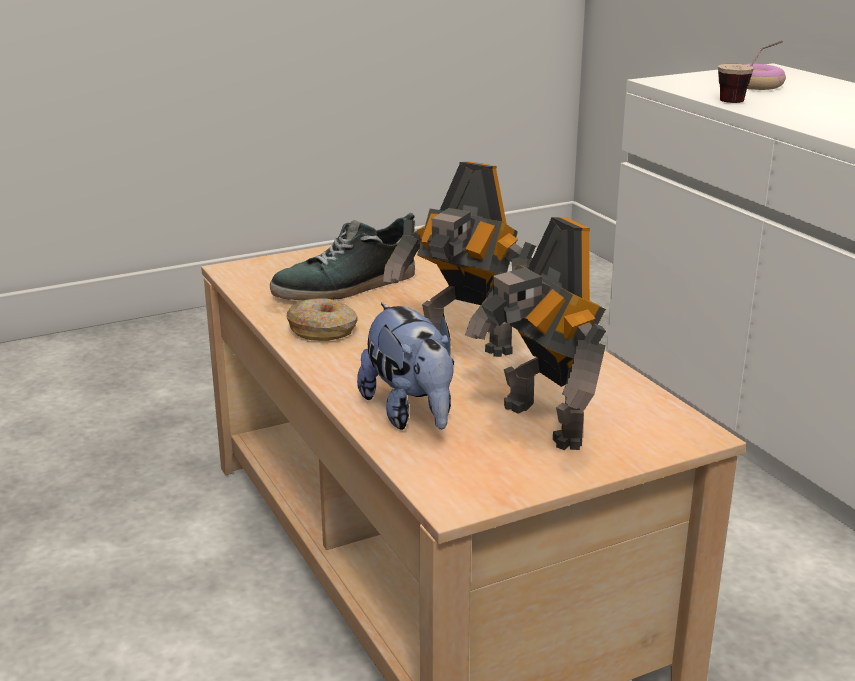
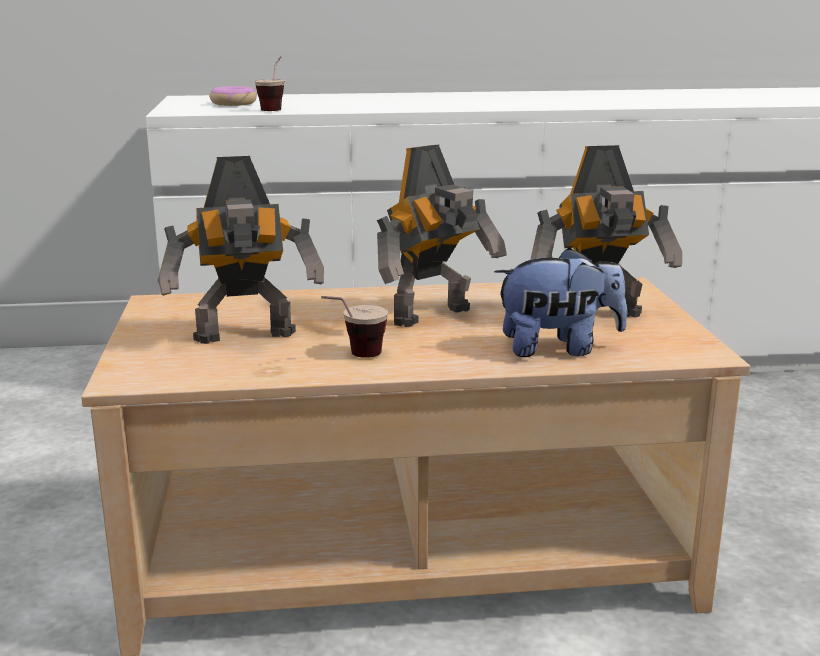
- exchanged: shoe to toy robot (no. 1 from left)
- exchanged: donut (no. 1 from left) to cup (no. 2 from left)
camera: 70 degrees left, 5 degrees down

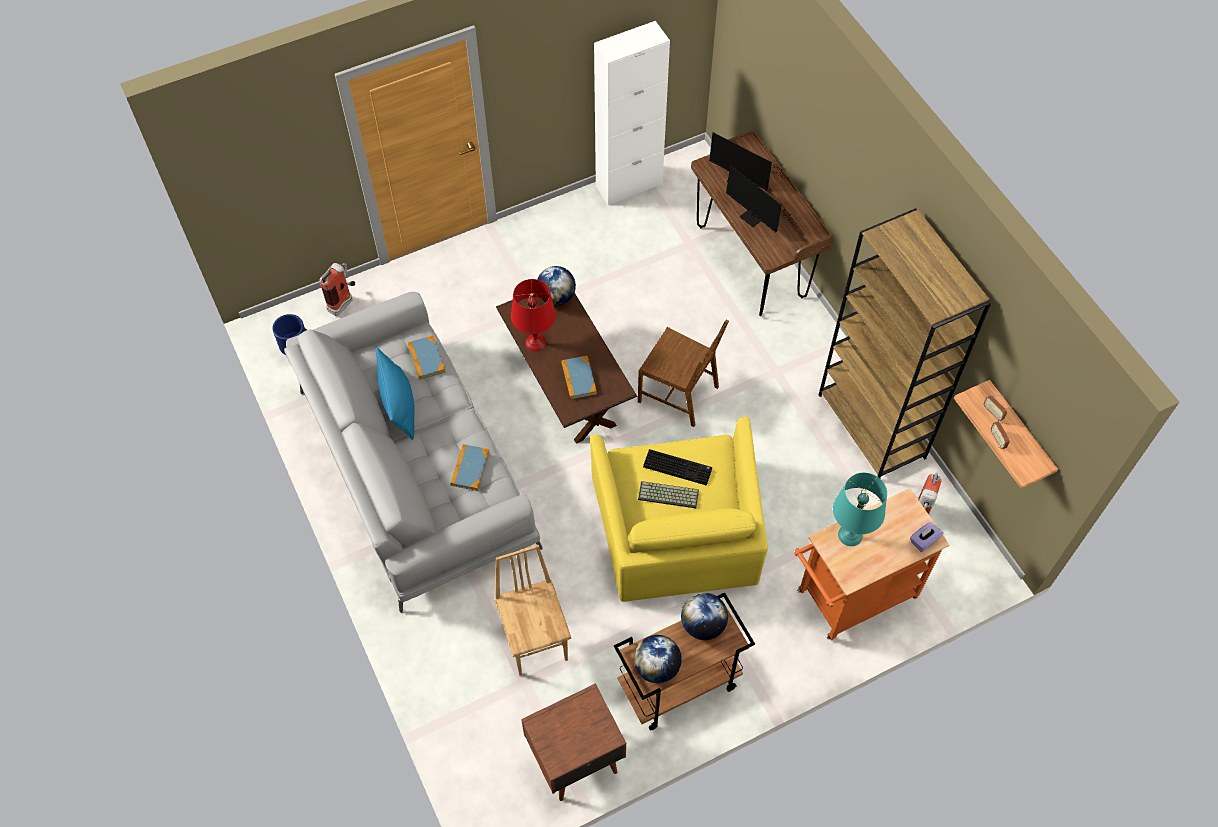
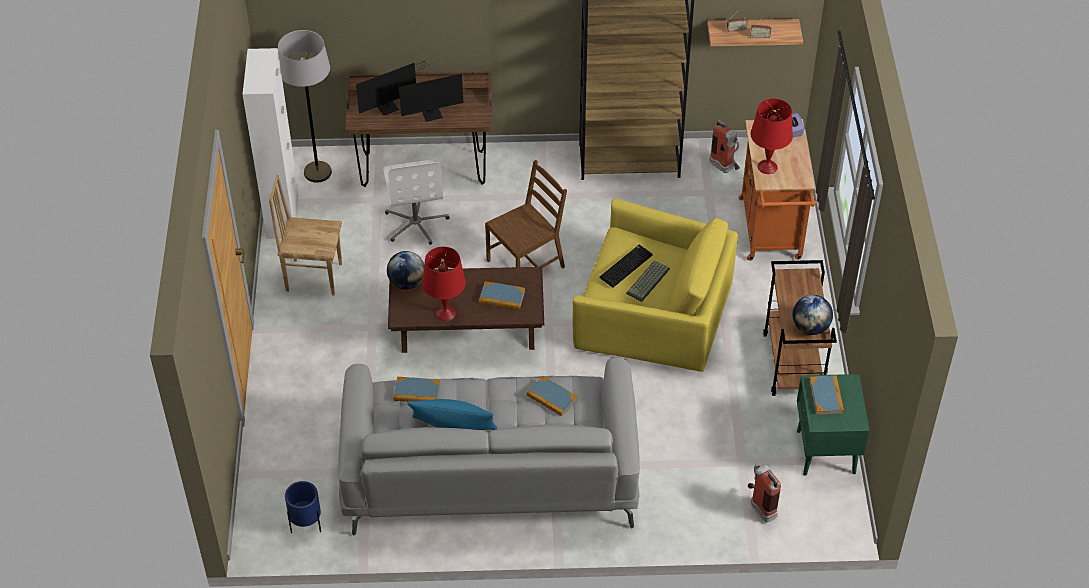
- relocated: fire extinguisher (no. 1 from left in the first image) to fire extinguisher (no. 2 from left)
- relocated: brown chair (no. 1 from left)
- colour: brown nightstand to green nightstand
- missing: globe (no. 3 from left)
- colour: turquoise table lamp to red table lamp (no. 2 from left)
- appeared: grey floor lamp
- appeared: white office chair
- appeared: book (no. 4 from left)
camera: 65 degrees left, 10 degrees down

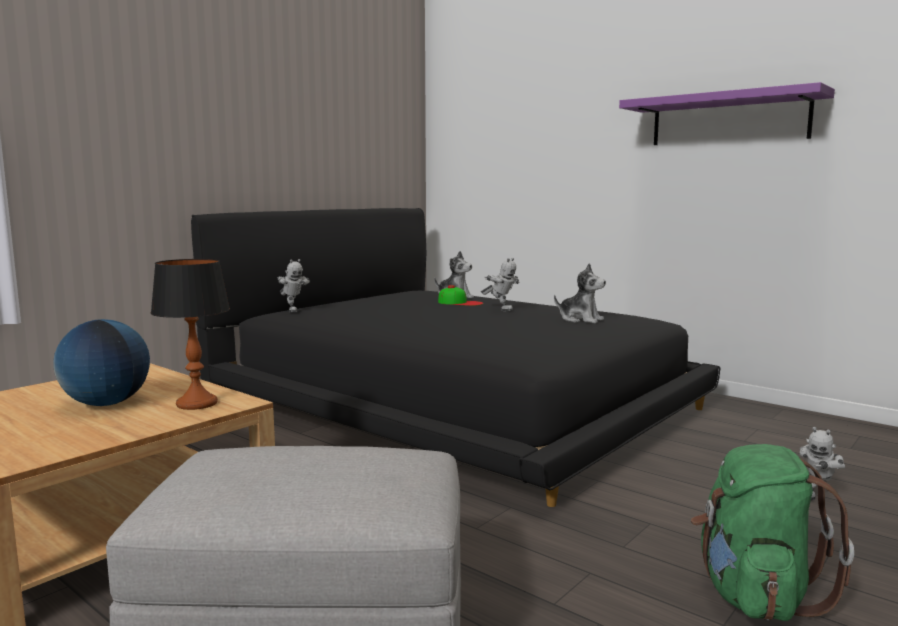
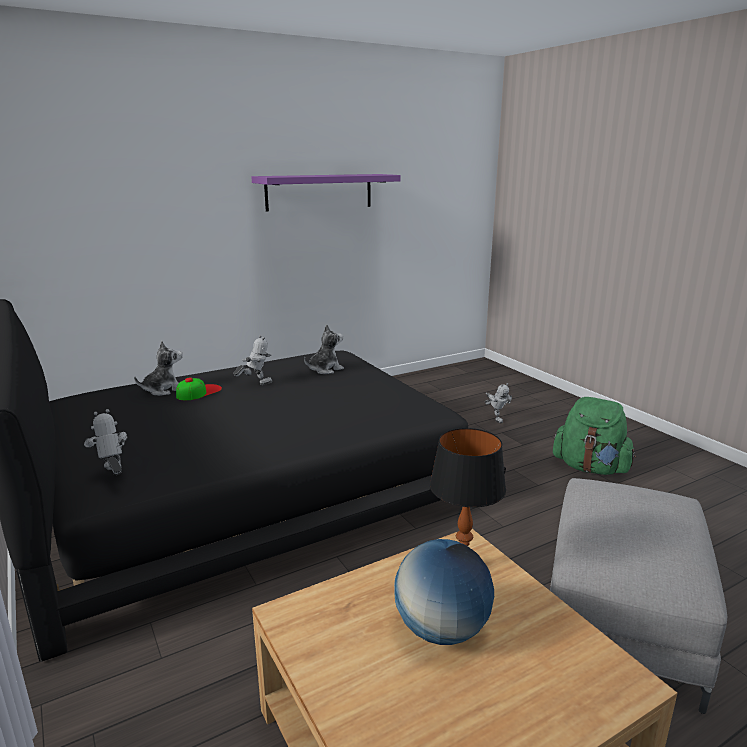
- spun: toy robot (no. 1 from left) 105 degrees counterclockwise
camera: 70 degrees left, 10 degrees up

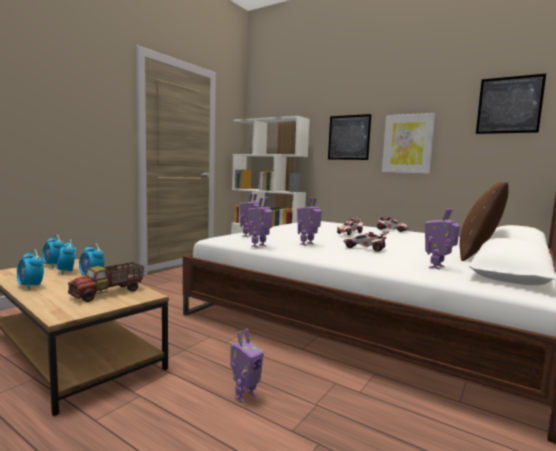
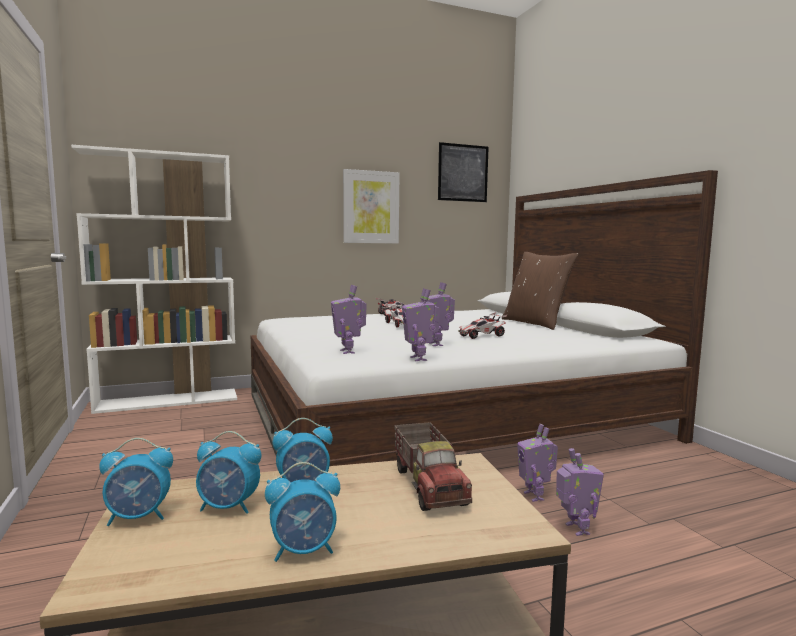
- missing: picture (no. 1 from left)
- relocated: toy robot (no. 5 from left in the first image) to toy robot (no. 4 from left)
camera: 55 degrees left, 0 degrees up

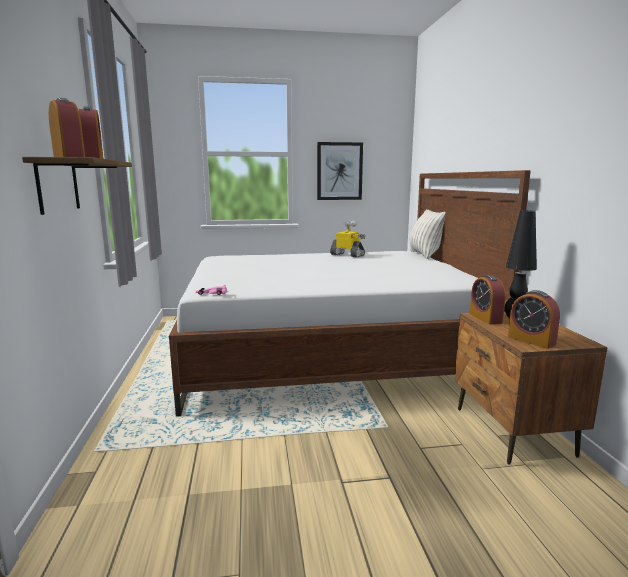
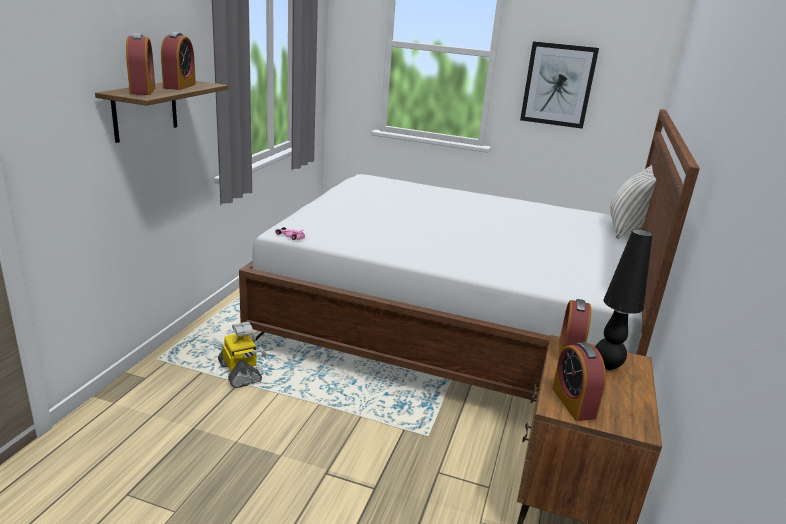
- relocated: toy robot
camera: 25 degrees right, 10 degrees up

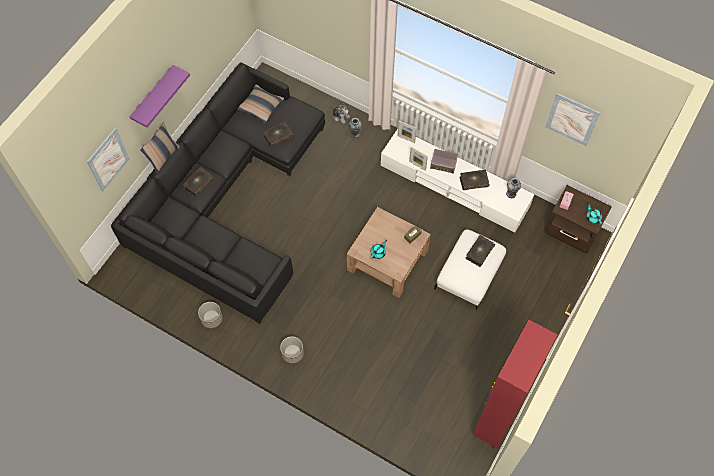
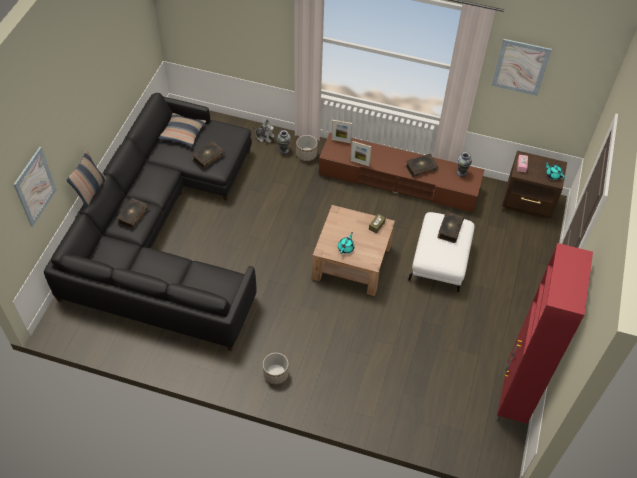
- missing: purple shelf
- relocated: planter (no. 1 from left in the first image) to planter (no. 2 from left)
- colour: white tv stand to brown tv stand
- missing: radio
camera: 15 degrees left, 10 degrees down

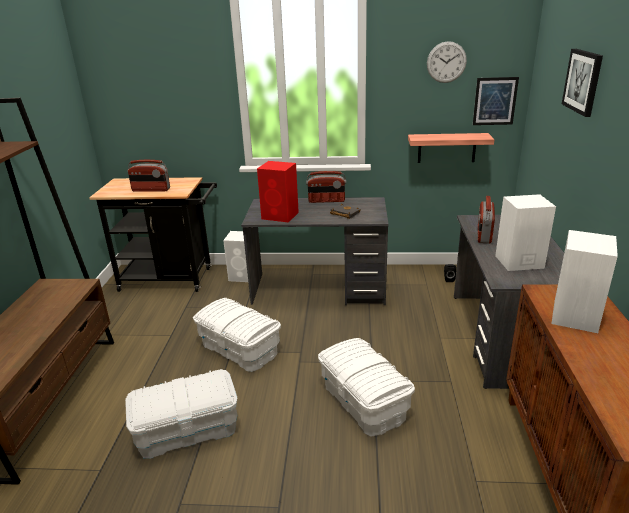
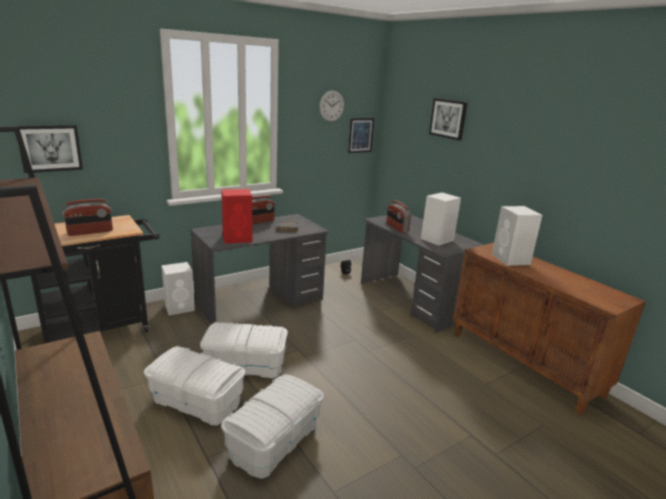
- relocated: white storage box (no. 3 from left in the first image) to white storage box (no. 1 from left)
- missing: shelf
- appeared: picture (no. 1 from left)
camera: 40 degrees left, 5 degrees down

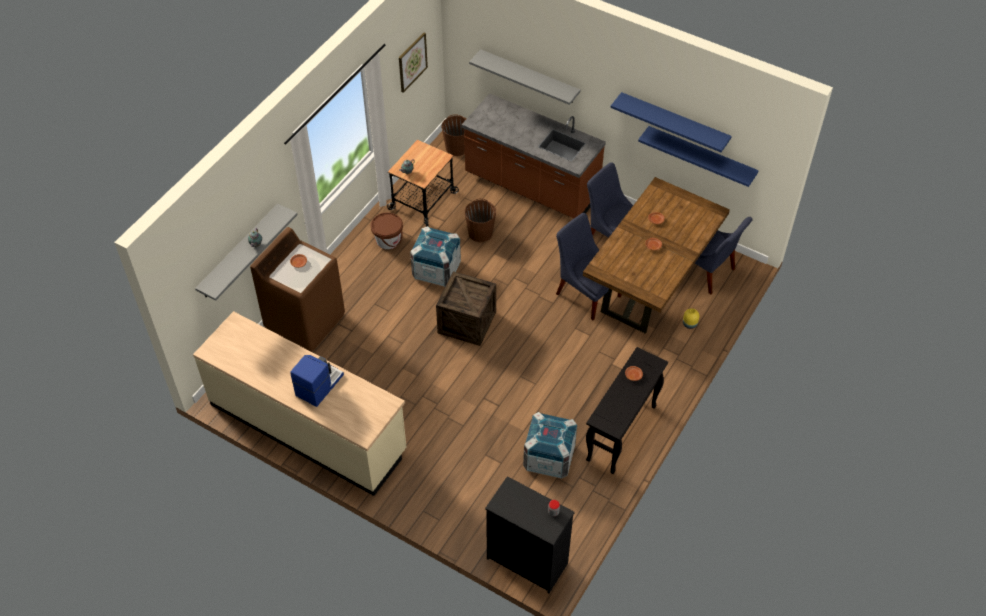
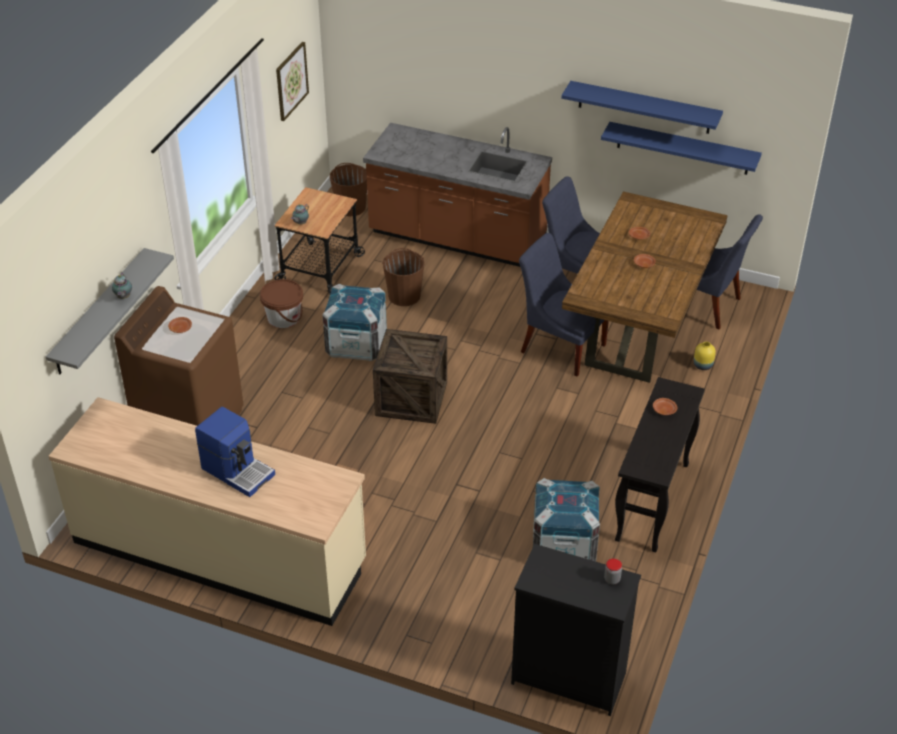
- spun: coffee machine 105 degrees clockwise
- missing: grey shelf (no. 2 from left)
camera: 10 degrees left, 10 degrees down

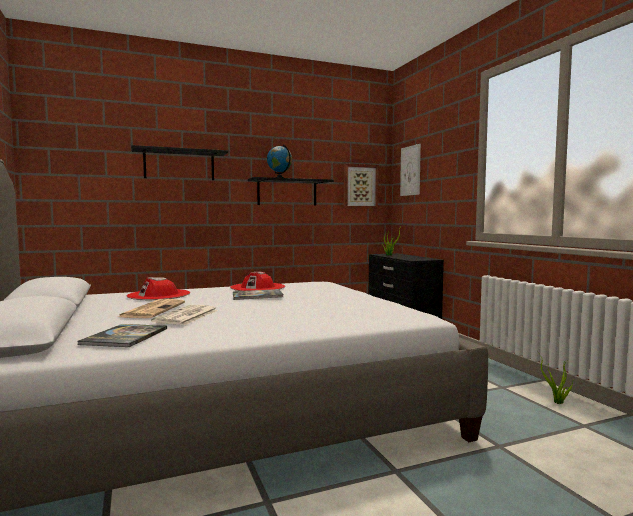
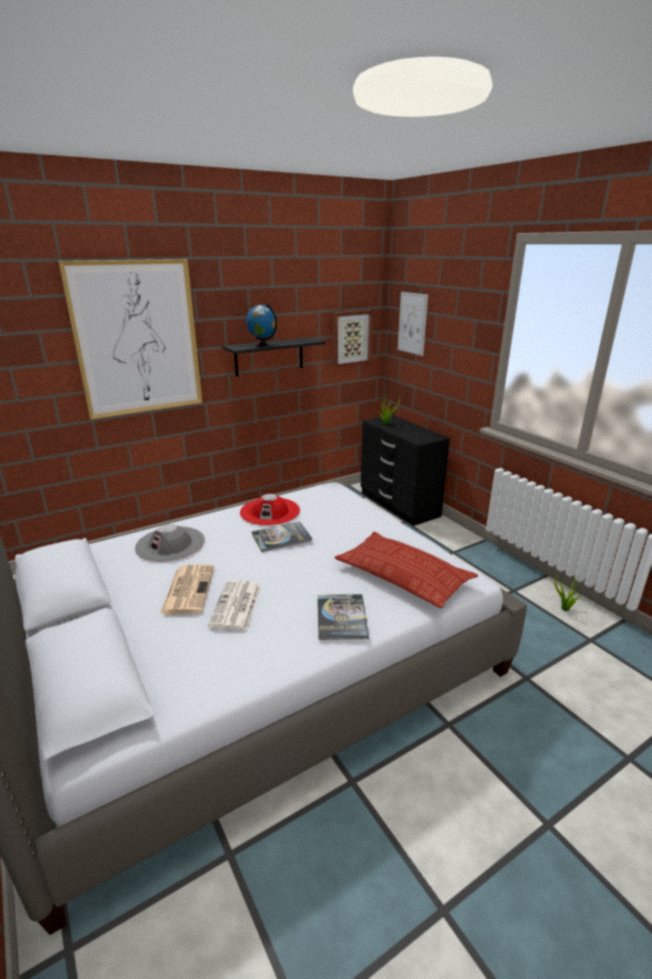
- relocated: book (no. 1 from left in the first image) to book (no. 2 from left)
- colour: red hat (no. 1 from left) to grey hat
- exchanged: black shelf (no. 1 from left) to picture (no. 1 from left)
- appeared: pillow
camera: 10 degrees left, 20 degrees up

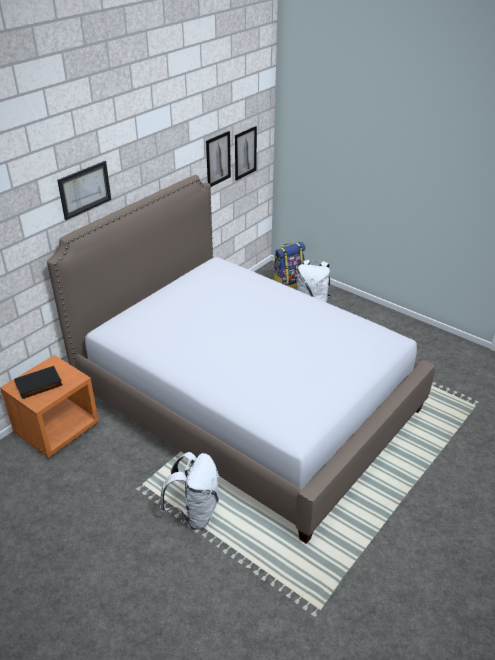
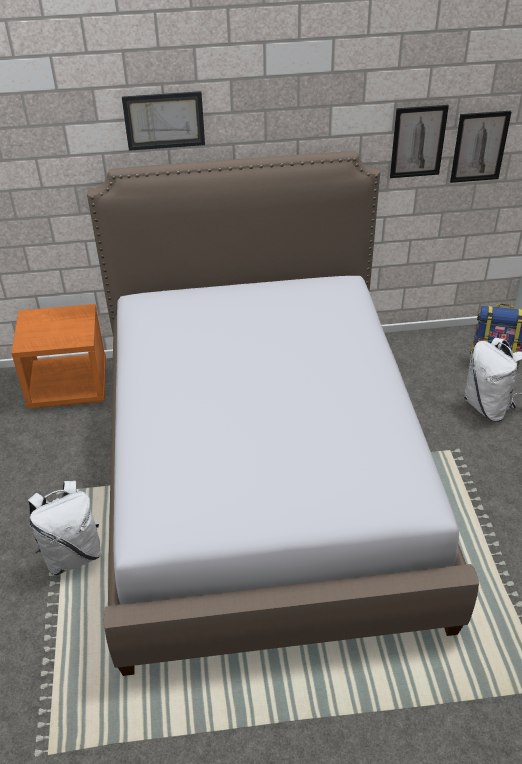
- missing: black book
camera: 45 degrees right, 5 degrees up

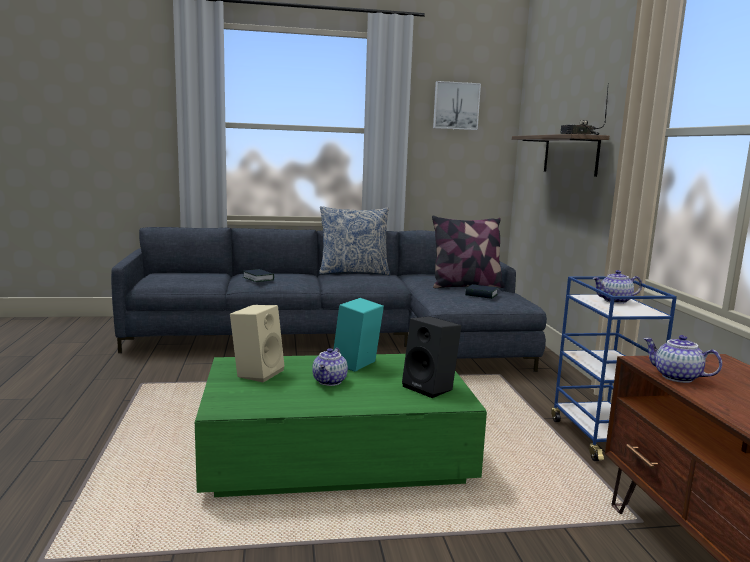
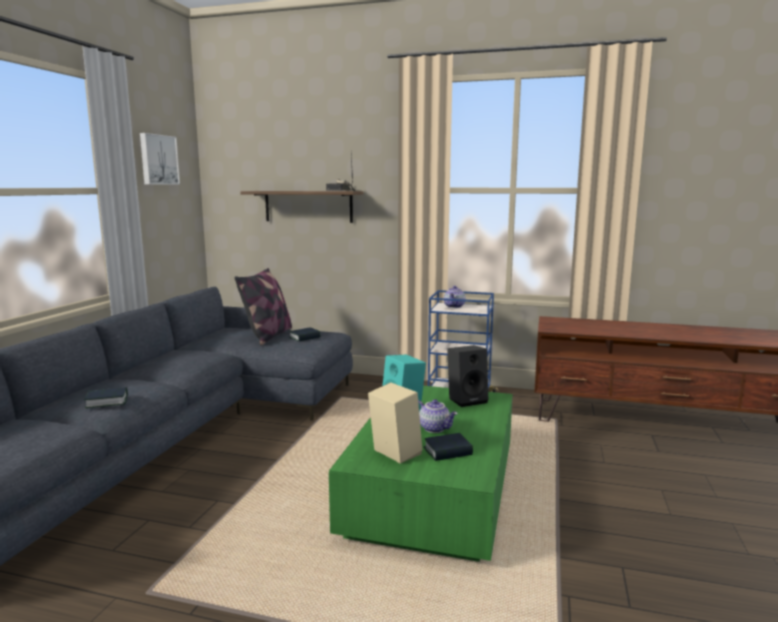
- missing: pillow (no. 1 from left)
- missing: teapot (no. 3 from left)
- appeared: book (no. 3 from left)
camera: 65 degrees left, 0 degrees up

